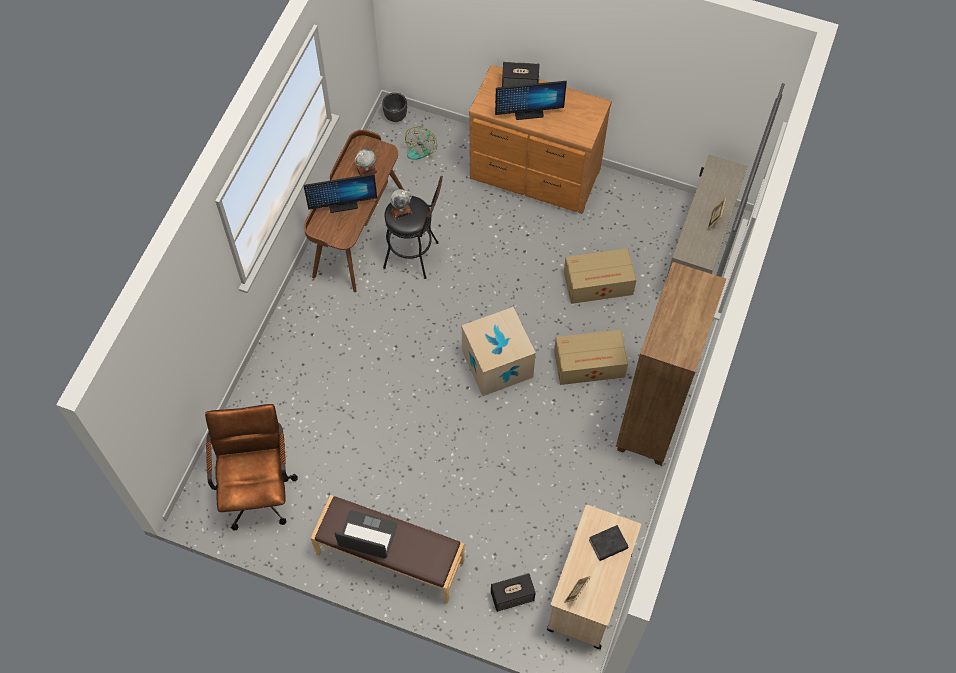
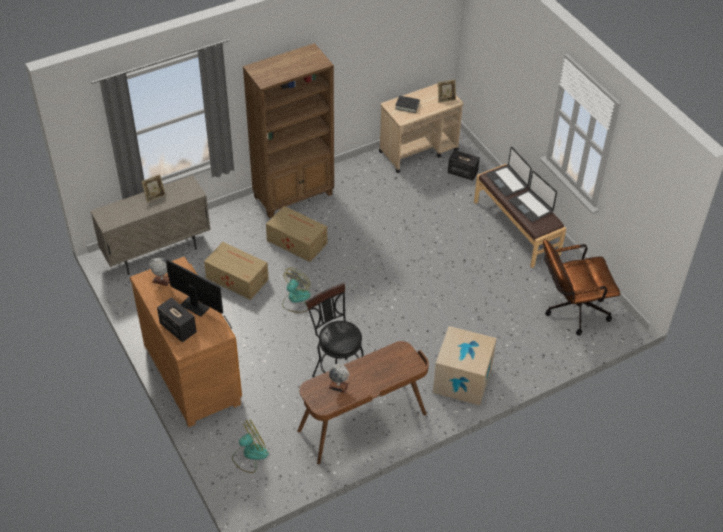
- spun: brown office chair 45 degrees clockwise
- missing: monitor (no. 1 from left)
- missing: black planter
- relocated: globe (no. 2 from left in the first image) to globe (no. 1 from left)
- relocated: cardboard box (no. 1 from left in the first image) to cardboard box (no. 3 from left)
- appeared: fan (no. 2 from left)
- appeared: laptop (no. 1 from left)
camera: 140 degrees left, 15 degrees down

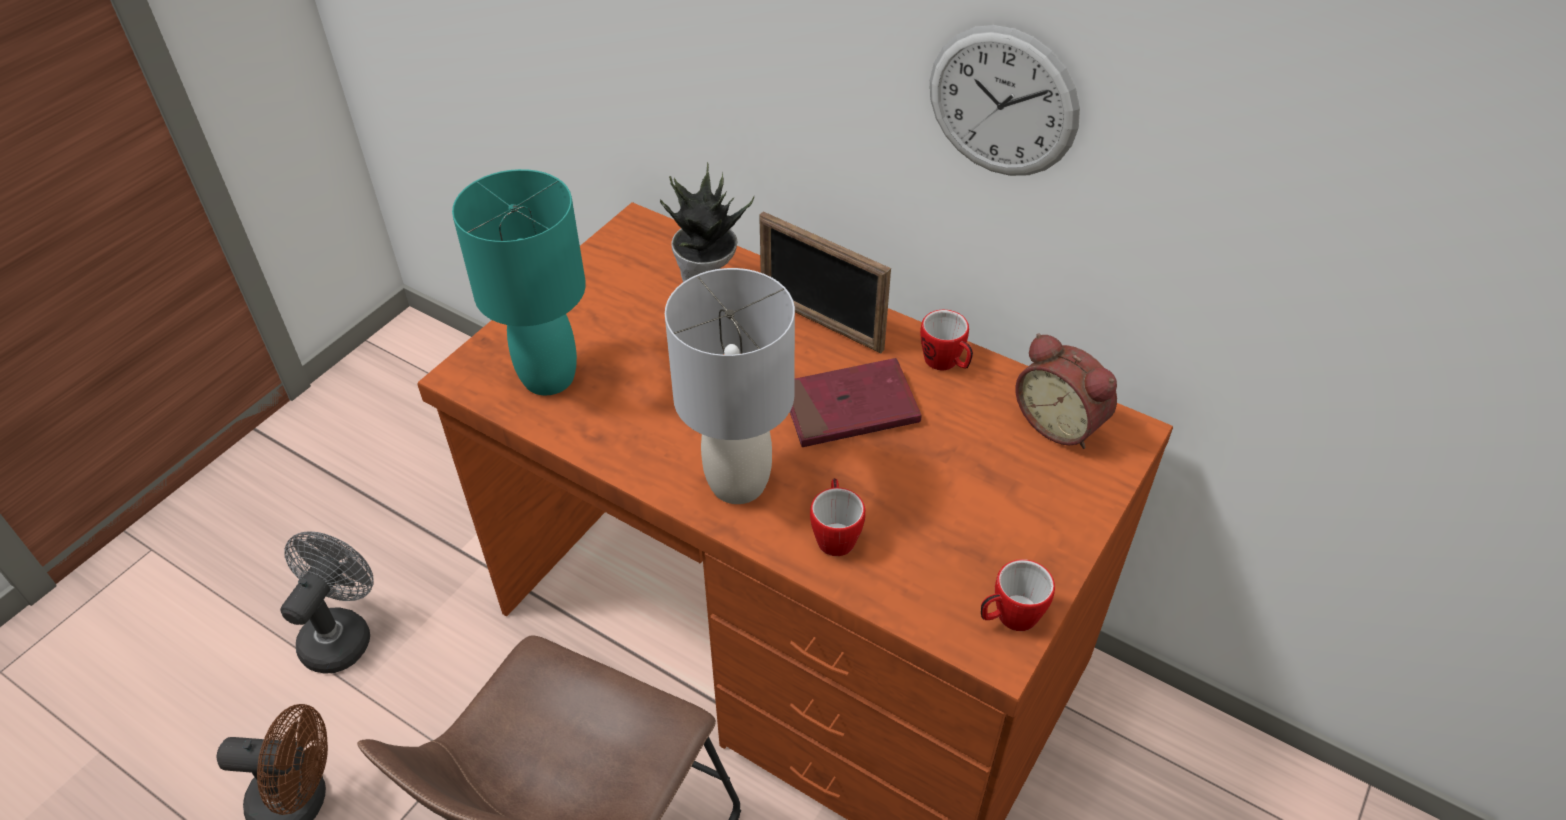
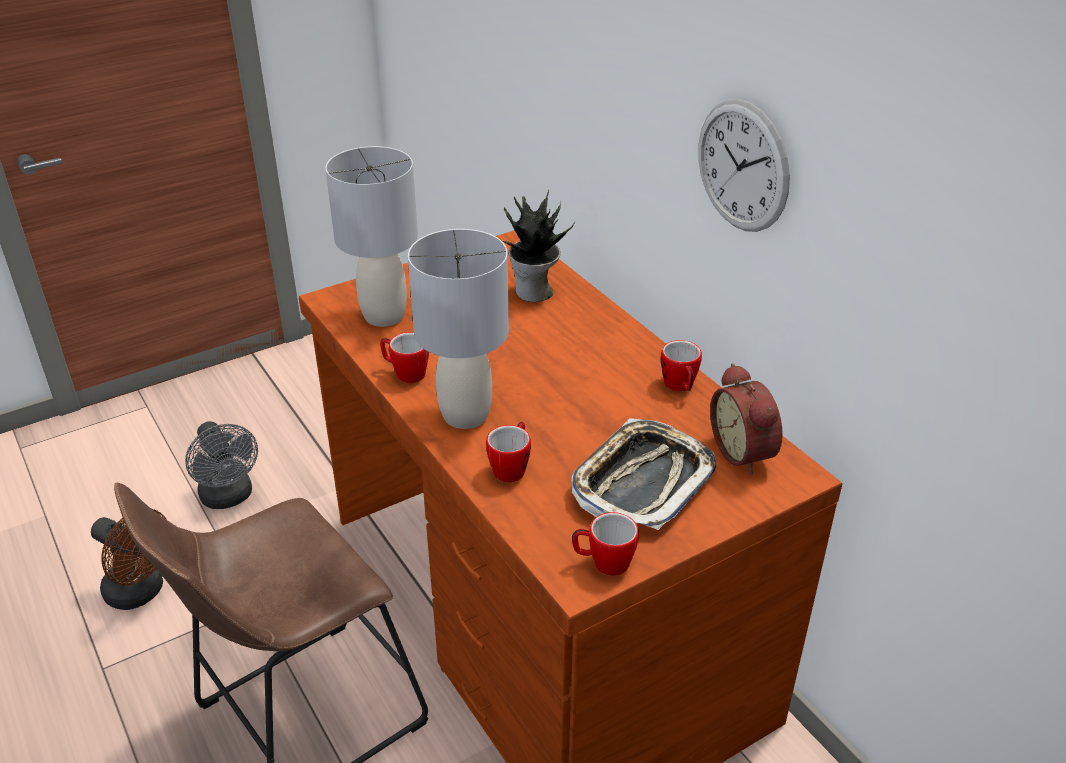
- spun: grey fan 105 degrees clockwise
- colour: turquoise table lamp to grey table lamp (no. 1 from left)
- missing: picture frame
- missing: red book
- appeared: mug (no. 1 from left)
- appeared: tray
camera: 25 degrees right, 10 degrees down

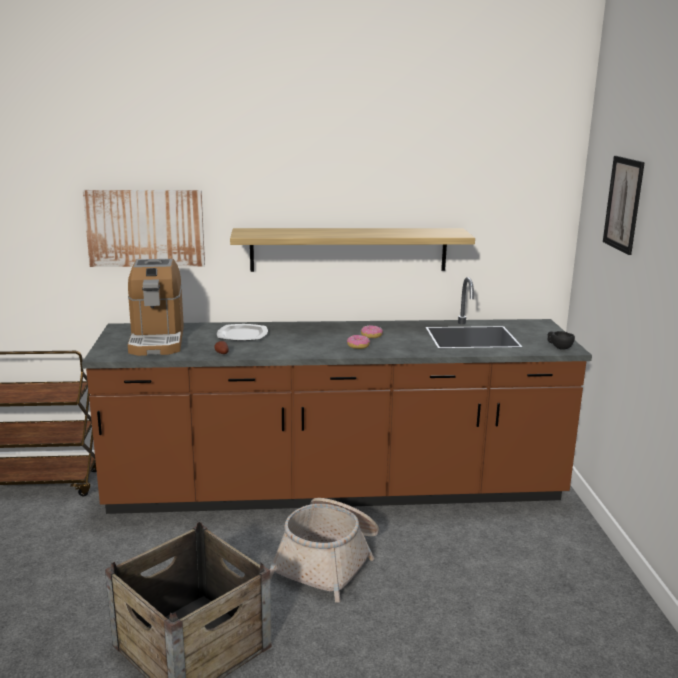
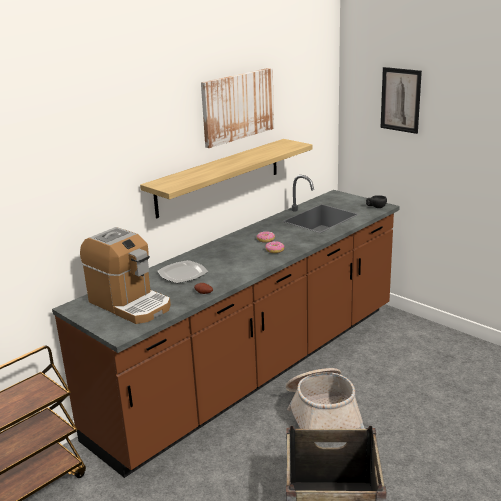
- relocated: picture (no. 1 from left)
camera: 40 degrees left, 5 degrees up

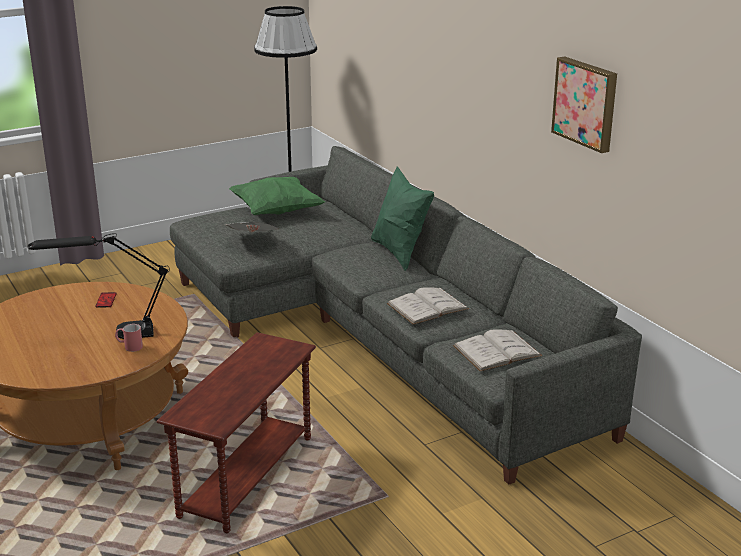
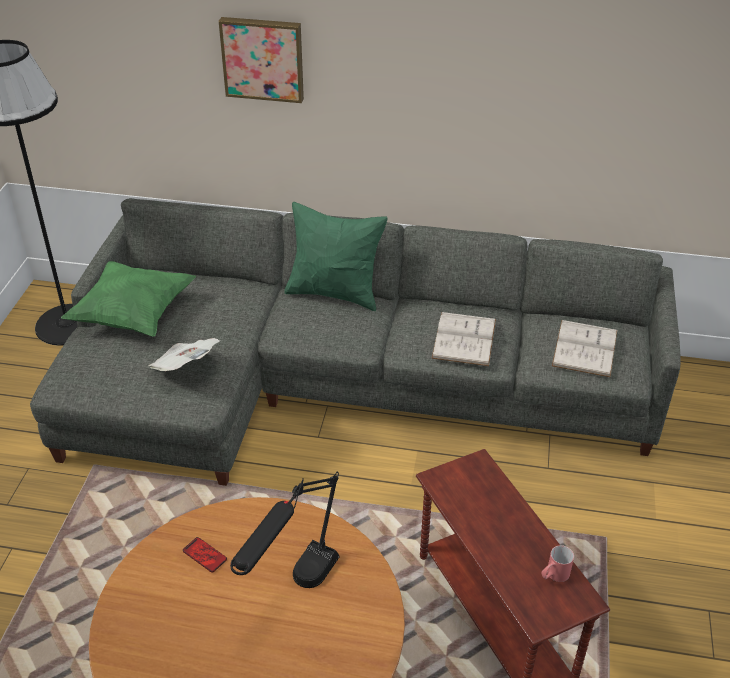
- relocated: red mug
- relocated: picture
camera: 50 degrees left, 15 degrees up

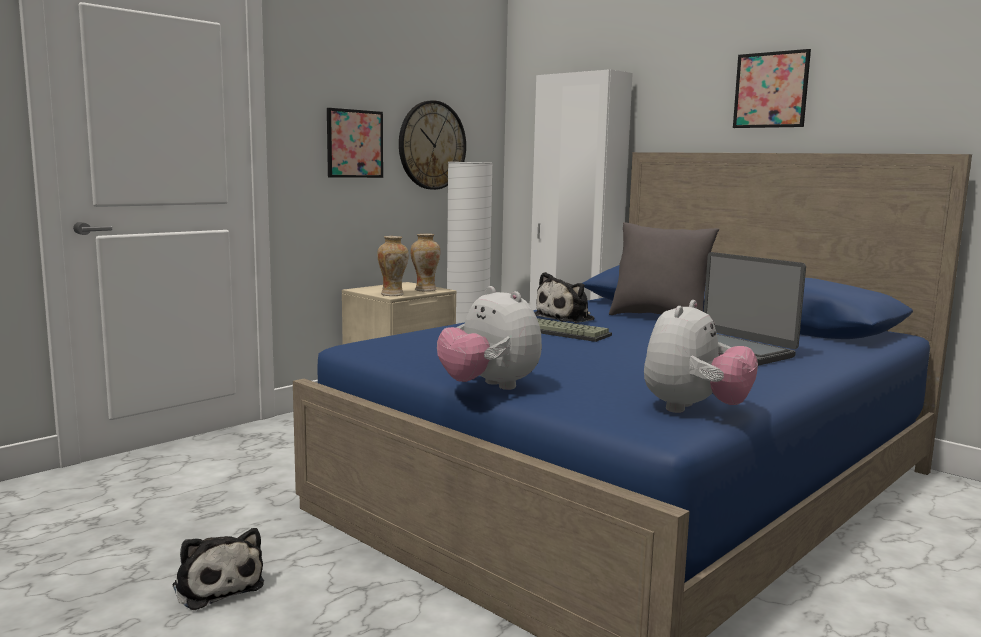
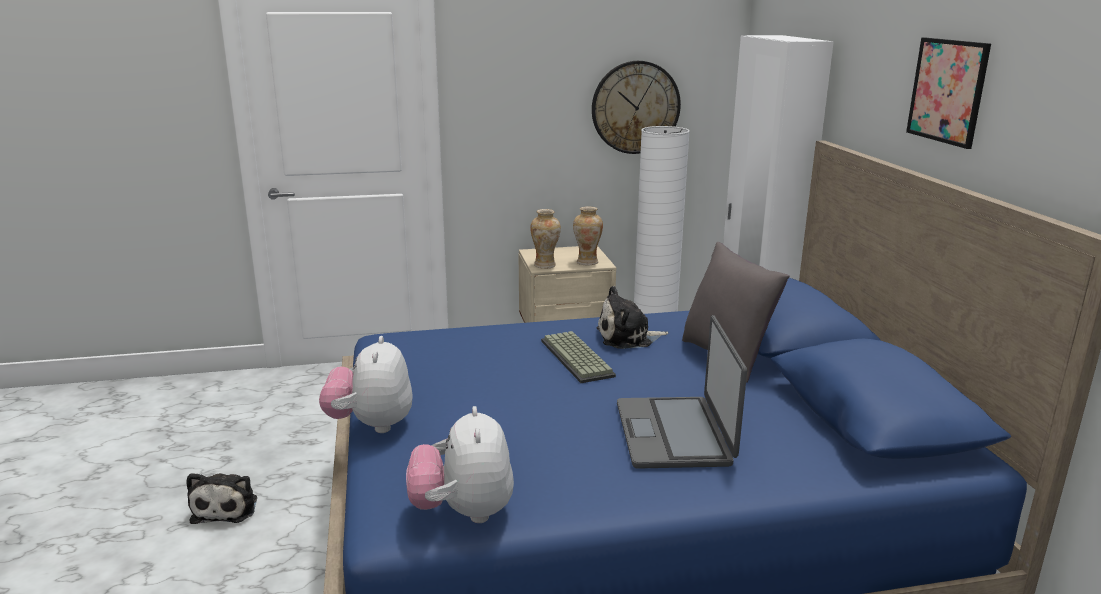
- missing: picture (no. 1 from left)
- spun: plush toy (no. 4 from left in the first image) 105 degrees clockwise
camera: 35 degrees right, 10 degrees up

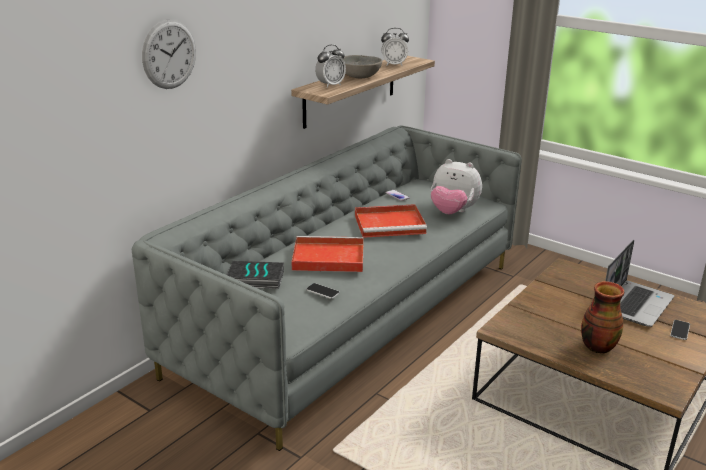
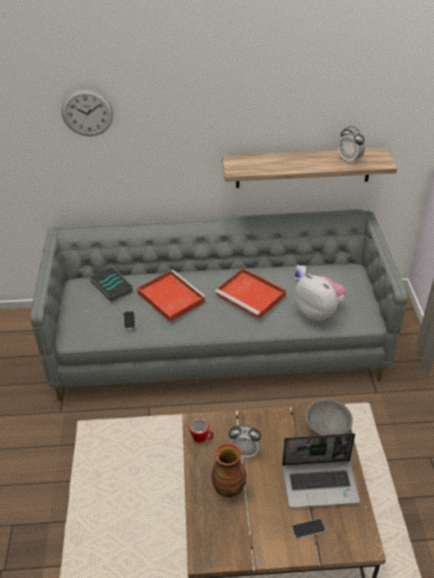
- relocated: alarm clock (no. 1 from left)
- relocated: grey bowl
- spun: plush toy 150 degrees clockwise
- appeared: mug
camera: 50 degrees right, 15 degrees up

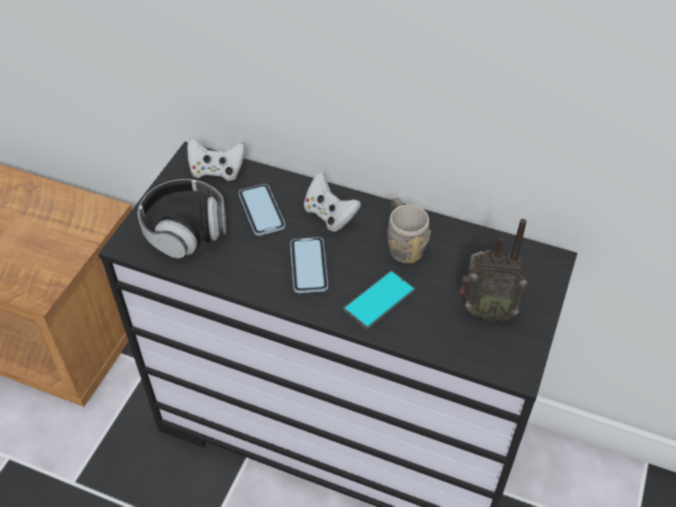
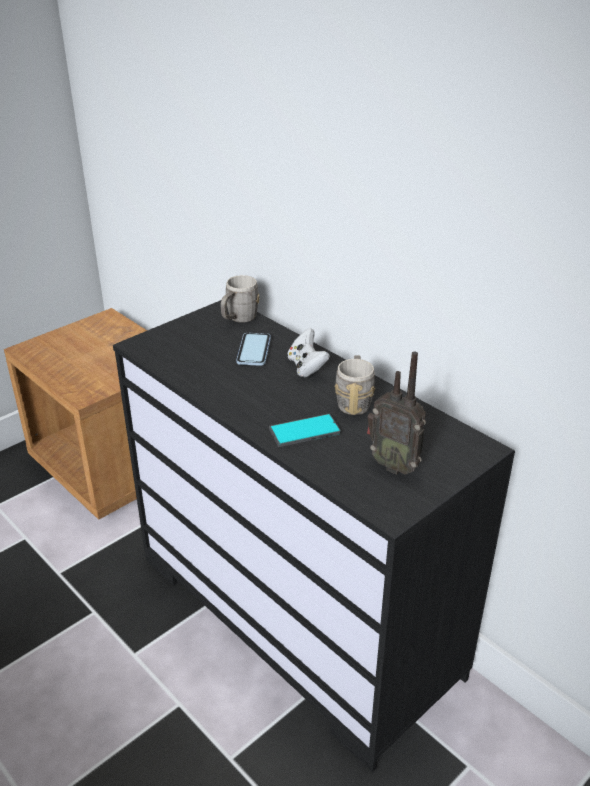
- missing: headphones
- exchanged: white game controller (no. 1 from left) to grey mug (no. 1 from left)
- missing: phone (no. 2 from left)
camera: 25 degrees right, 15 degrees down

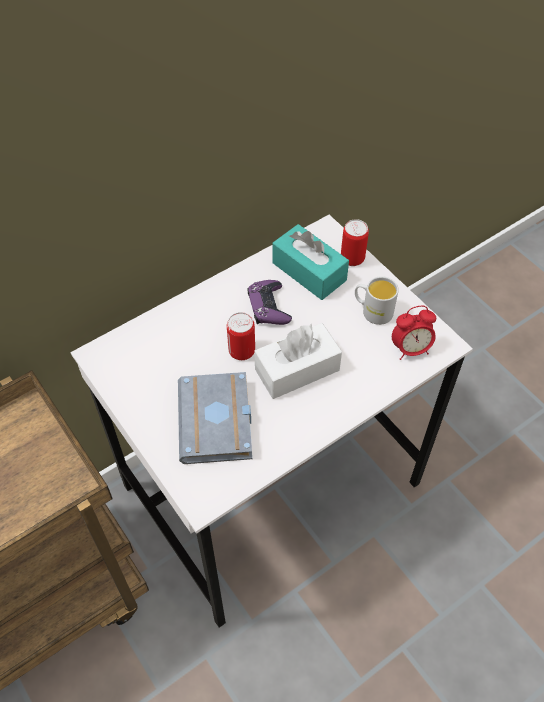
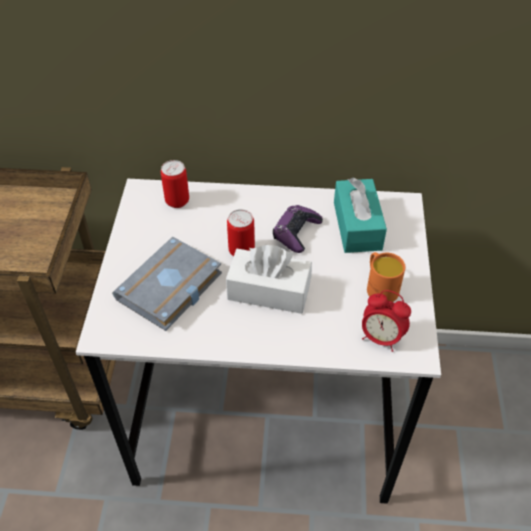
- relocated: can (no. 2 from left in the first image) to can (no. 1 from left)
- colour: white mug to orange mug
camera: 40 degrees right, 5 degrees down

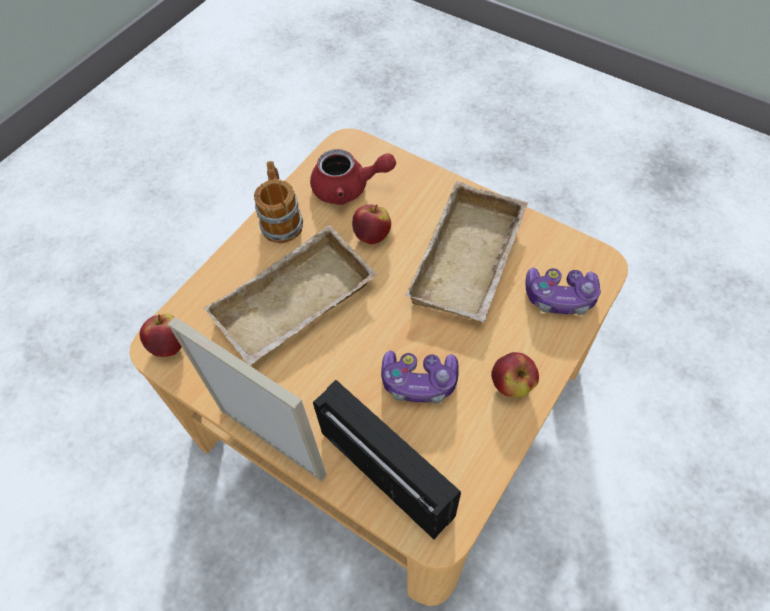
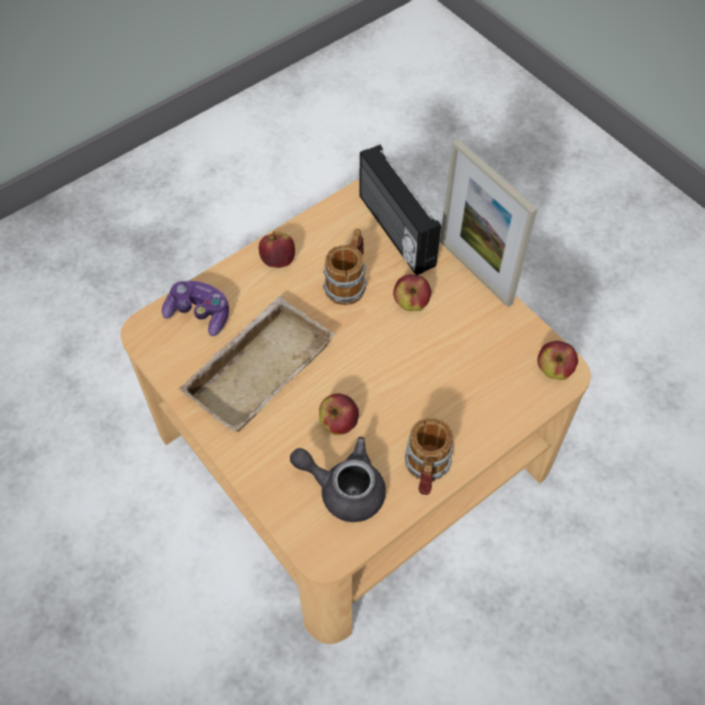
- missing: beige tray (no. 1 from left)
- colour: red teapot to grey teapot
- exchanged: game controller (no. 1 from left) to mug (no. 1 from left)
- appeared: apple (no. 3 from left)
camera: 165 degrees left, 0 degrees up

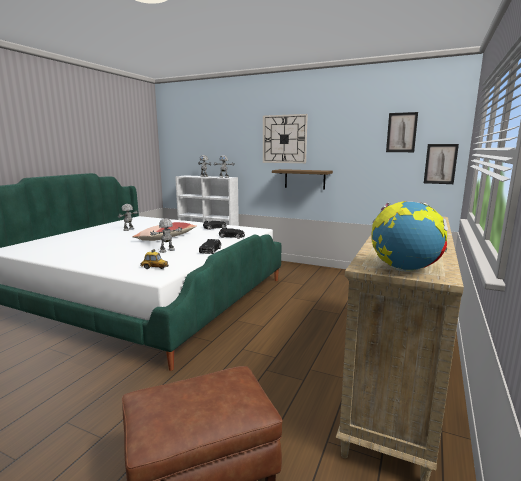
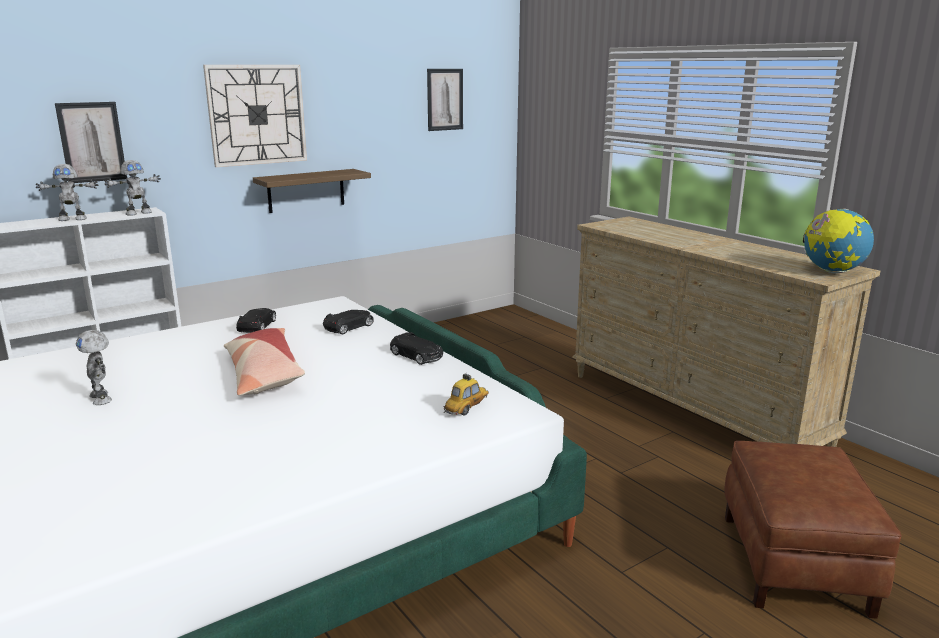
- missing: toy robot (no. 2 from left)
- relocated: picture (no. 2 from left in the first image) to picture (no. 1 from left)
camera: 60 degrees left, 5 degrees up

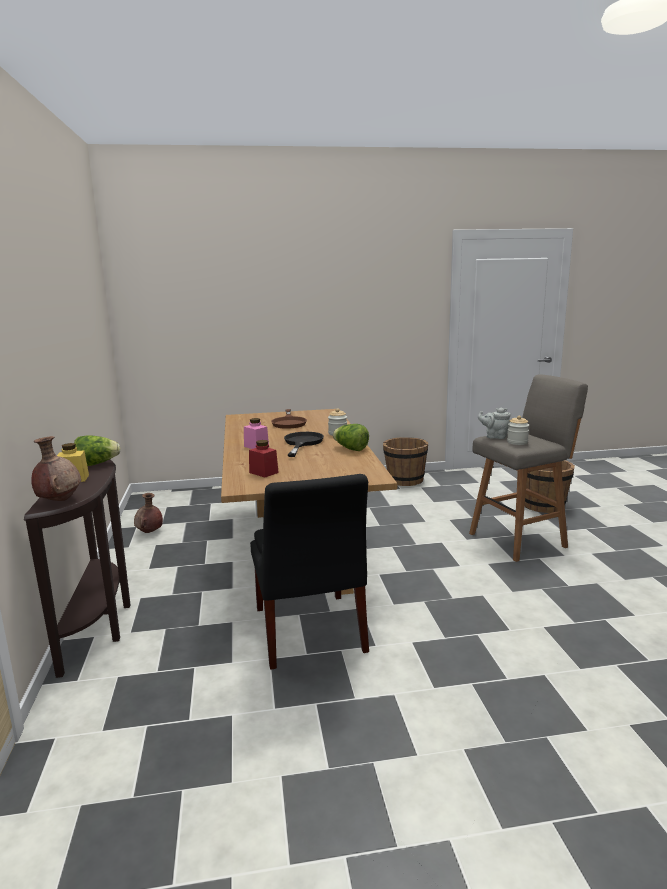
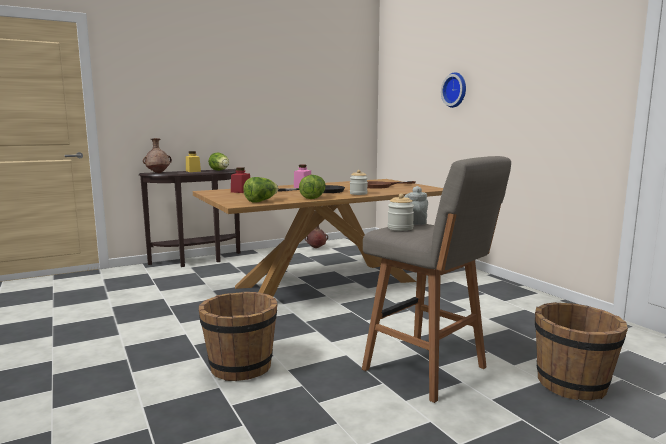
- missing: black chair
- relocated: brown bucket (no. 1 from left)
- appeared: lettuce (no. 2 from left)
- appeared: wall clock
camera: 70 degrees right, 5 degrees down

